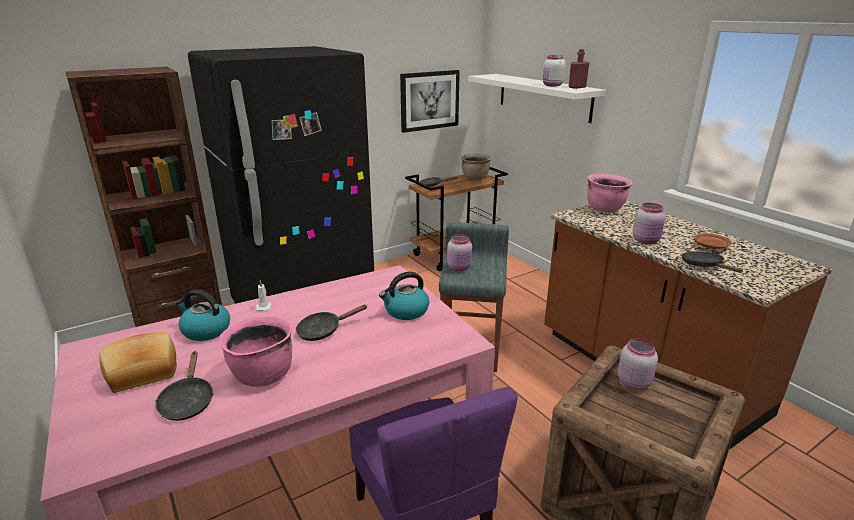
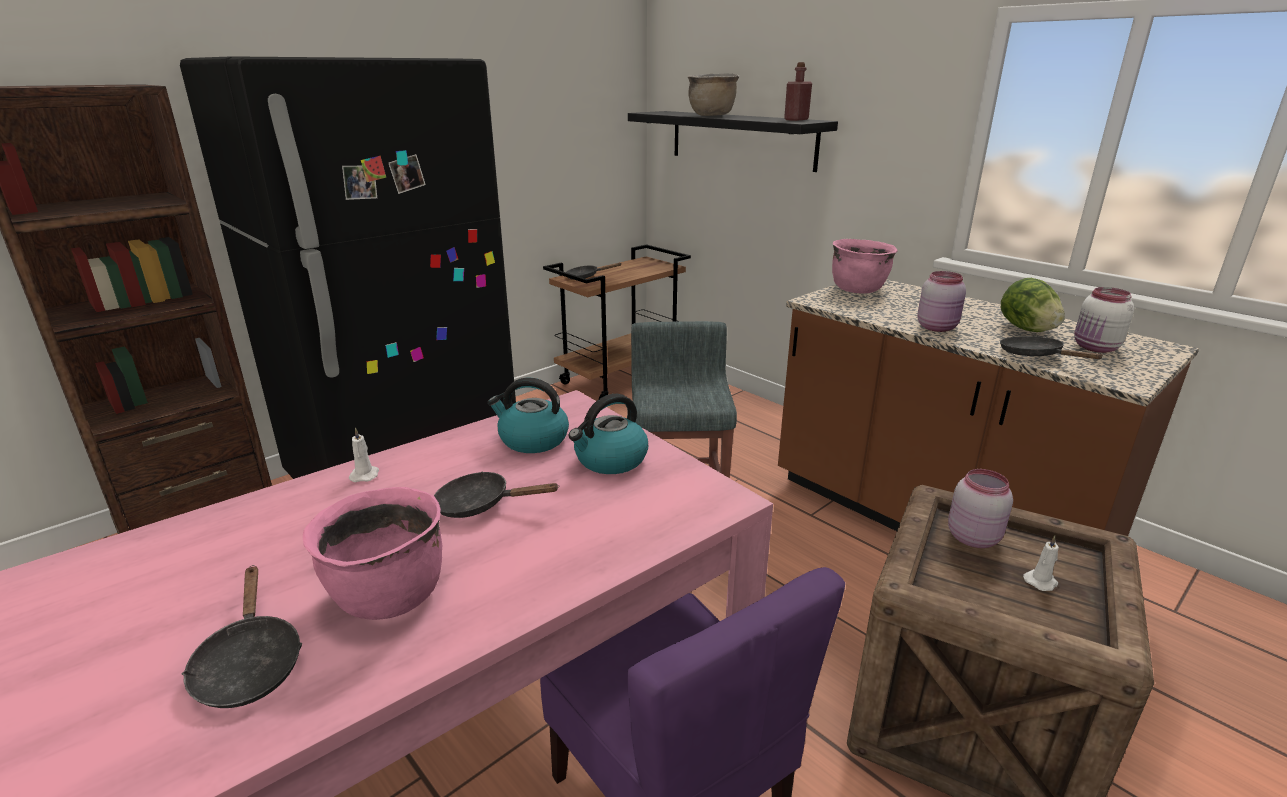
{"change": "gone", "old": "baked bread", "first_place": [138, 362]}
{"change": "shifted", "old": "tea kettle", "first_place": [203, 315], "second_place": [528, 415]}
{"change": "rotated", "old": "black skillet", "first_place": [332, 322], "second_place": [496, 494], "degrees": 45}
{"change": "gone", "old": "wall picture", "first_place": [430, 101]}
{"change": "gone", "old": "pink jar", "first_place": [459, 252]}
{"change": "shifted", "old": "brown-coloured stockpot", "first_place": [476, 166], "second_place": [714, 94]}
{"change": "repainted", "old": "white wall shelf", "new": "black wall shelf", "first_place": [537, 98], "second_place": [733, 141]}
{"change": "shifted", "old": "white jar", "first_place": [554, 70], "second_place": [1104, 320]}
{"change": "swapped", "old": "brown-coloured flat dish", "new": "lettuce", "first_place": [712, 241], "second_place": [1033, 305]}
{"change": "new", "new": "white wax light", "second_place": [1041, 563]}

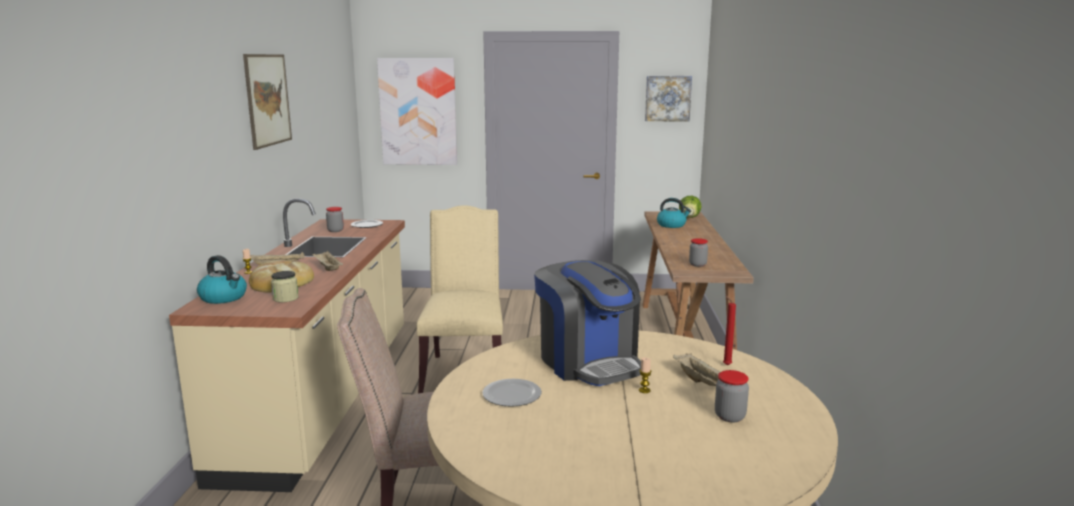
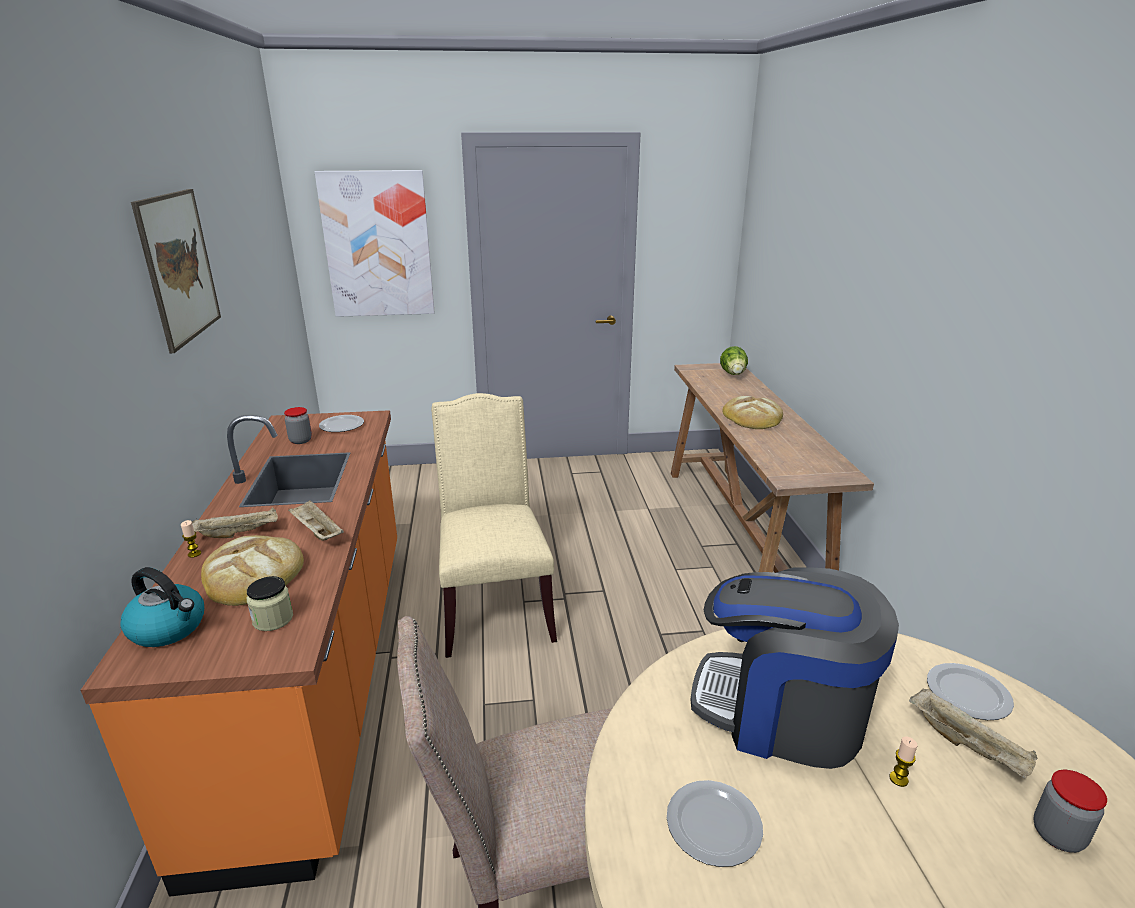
{"change": "repainted", "old": "beige counter", "new": "orange-coloured counter", "first_place": [287, 345], "second_place": [239, 653]}
{"change": "rotated", "old": "coffee brewer", "first_place": [587, 323], "second_place": [795, 668], "degrees": 150}
{"change": "gone", "old": "wall picture", "first_place": [668, 98]}
{"change": "gone", "old": "tea kettle", "first_place": [674, 213]}
{"change": "gone", "old": "jar", "first_place": [698, 252]}
{"change": "swapped", "old": "red wax light", "new": "flat dish", "first_place": [729, 330], "second_place": [970, 691]}
{"change": "new", "new": "baked bread", "second_place": [752, 412]}

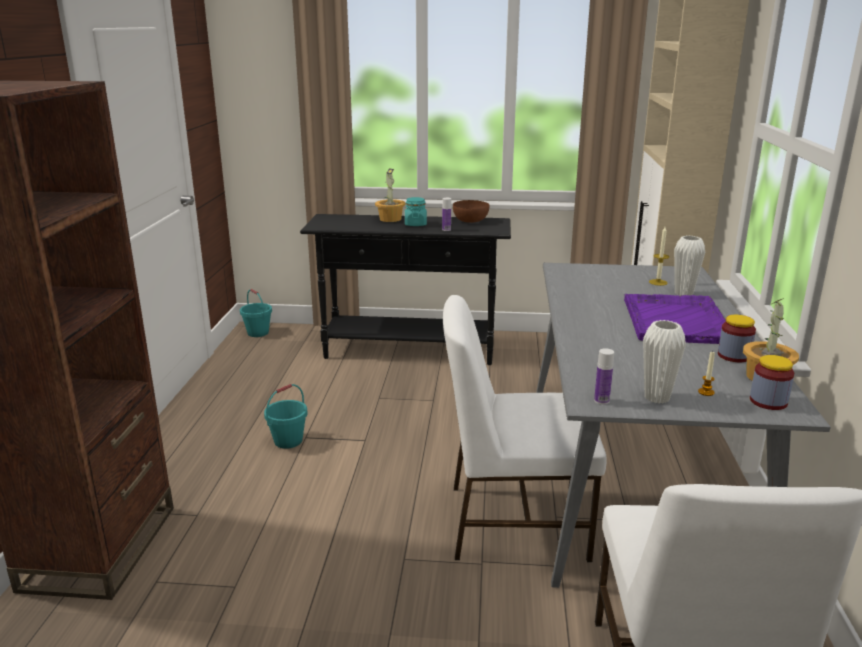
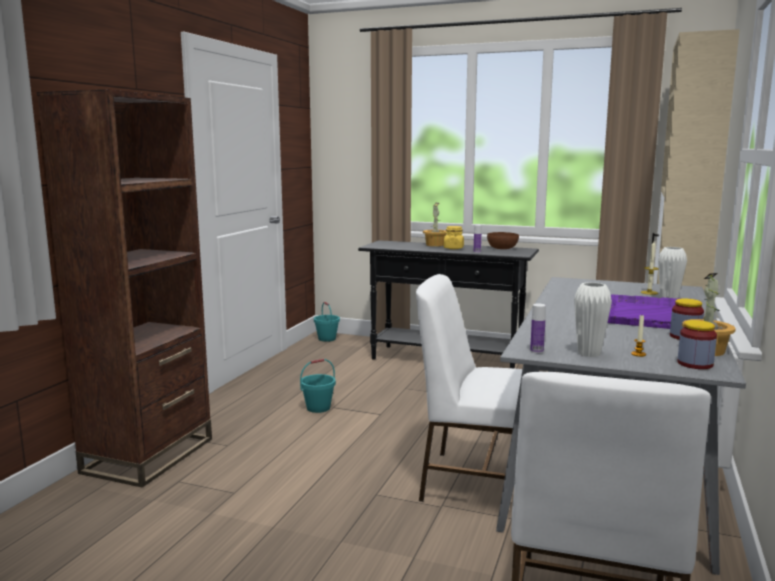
{"change": "repainted", "old": "turquoise-coloured jar", "new": "yellowish jar", "first_place": [416, 211], "second_place": [454, 237]}

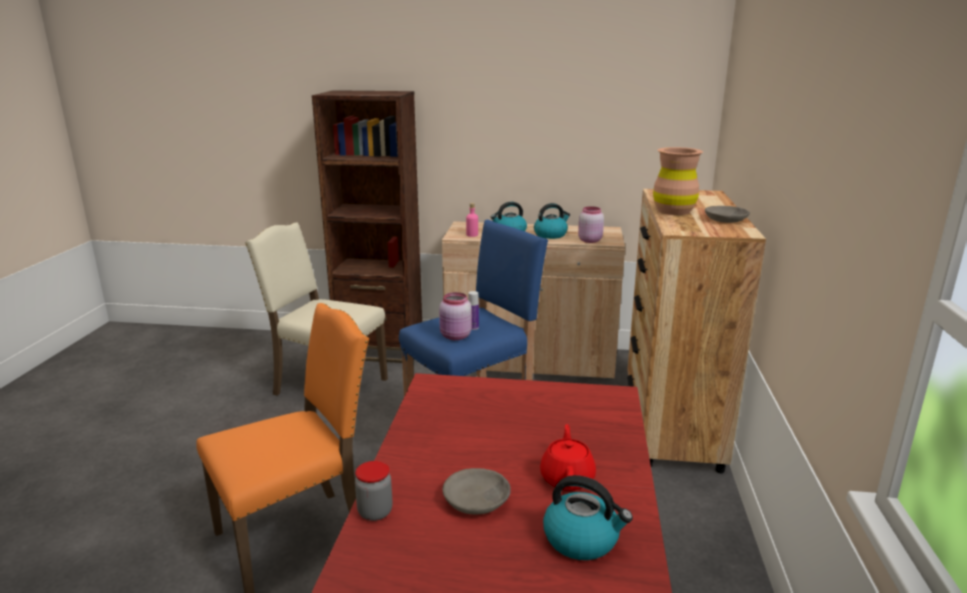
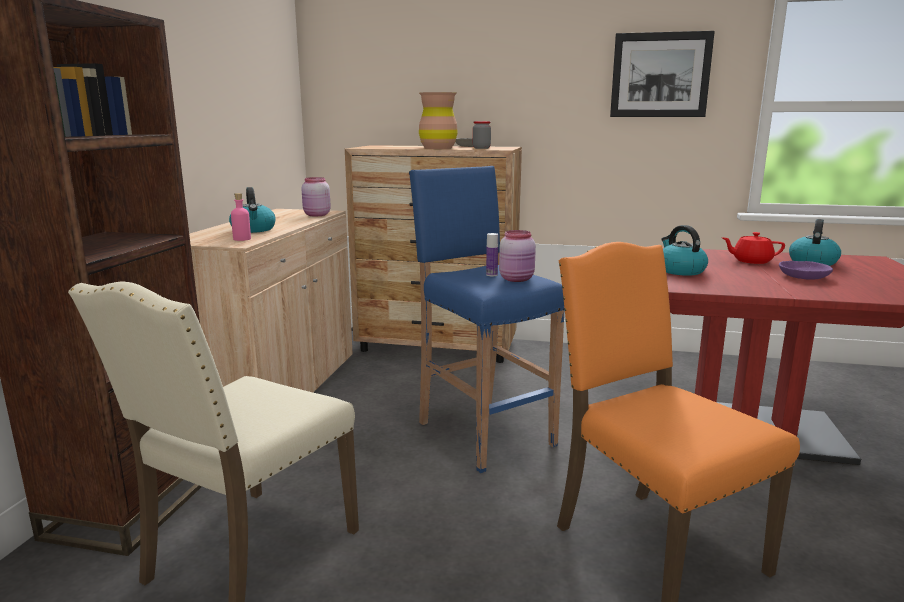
{"change": "shifted", "old": "jar", "first_place": [373, 491], "second_place": [482, 135]}
{"change": "repainted", "old": "grey serving bowl", "new": "purple serving bowl", "first_place": [476, 491], "second_place": [806, 270]}
{"change": "shifted", "old": "tea kettle", "first_place": [552, 221], "second_place": [684, 250]}
{"change": "new", "new": "wall picture", "second_place": [662, 74]}

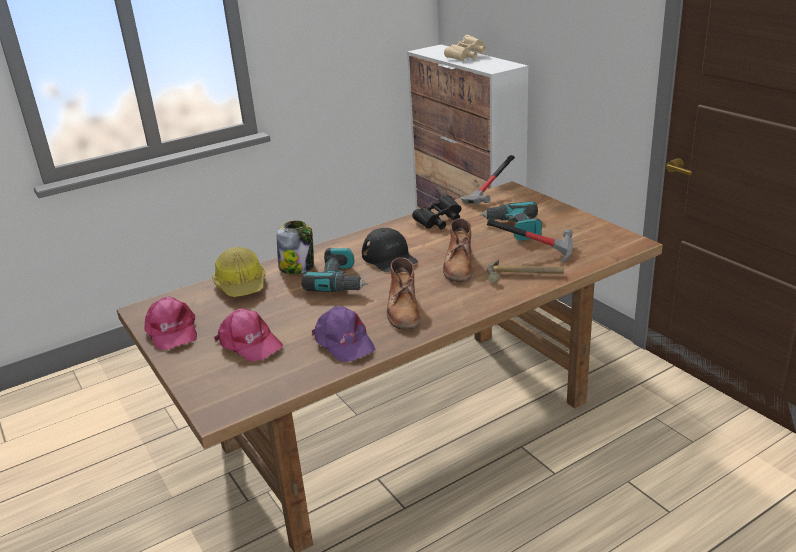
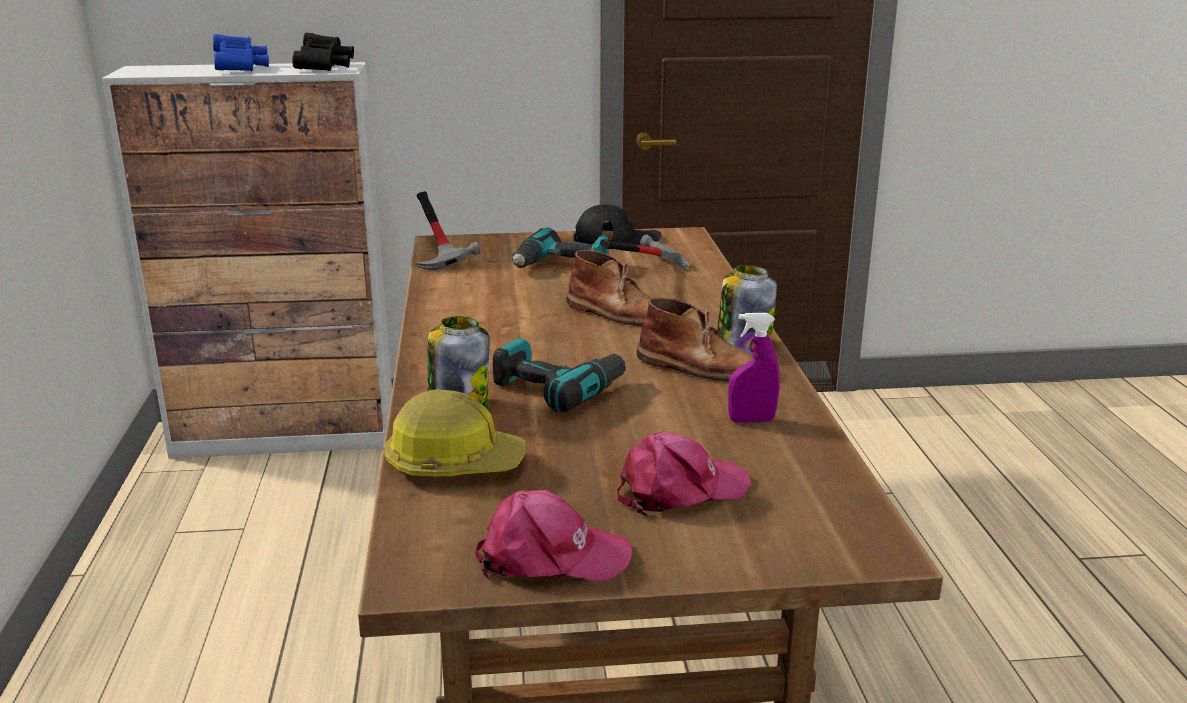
{"change": "swapped", "old": "purple cap", "new": "purple sprayer", "first_place": [344, 334], "second_place": [754, 368]}
{"change": "shifted", "old": "black cap", "first_place": [390, 250], "second_place": [617, 225]}
{"change": "shifted", "old": "black pair of binoculars", "first_place": [437, 211], "second_place": [323, 52]}
{"change": "repainted", "old": "beige pair of binoculars", "new": "bluish pair of binoculars", "first_place": [465, 48], "second_place": [241, 52]}
{"change": "gone", "old": "hammer", "first_place": [525, 271]}
{"change": "new", "new": "jar", "second_place": [747, 310]}

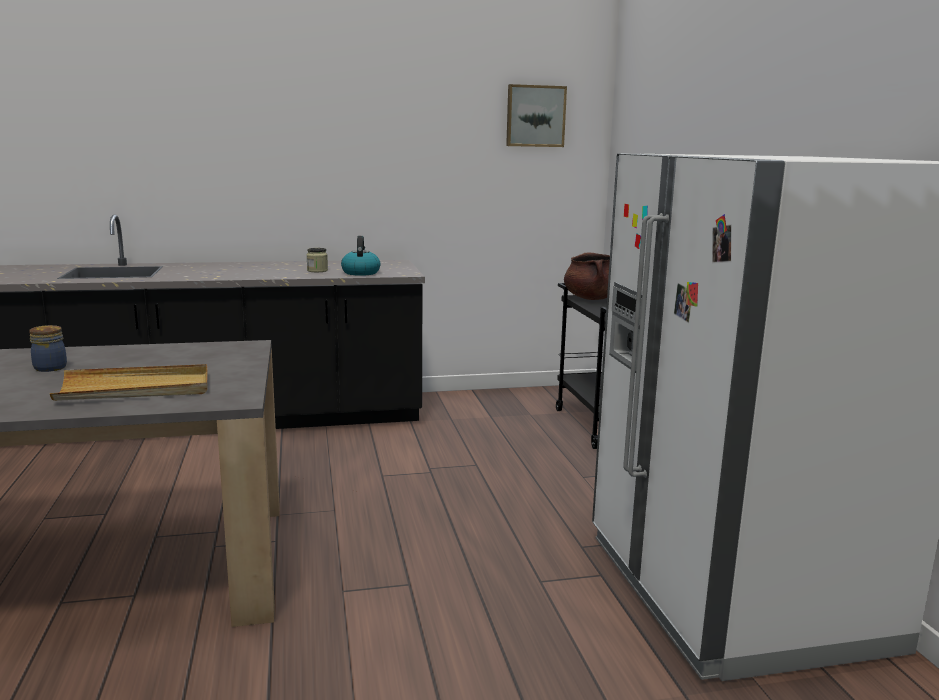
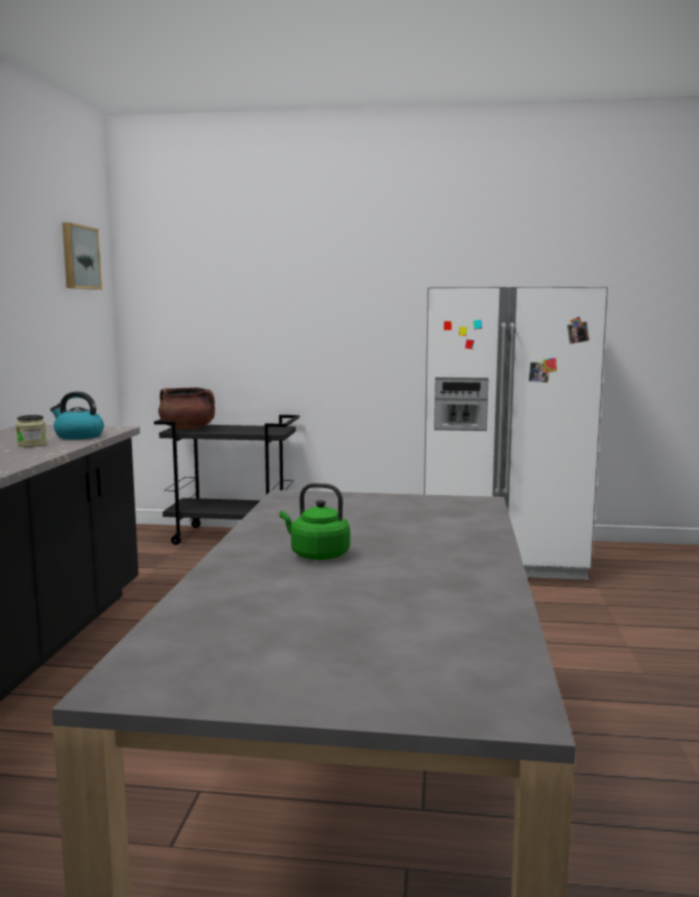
{"change": "swapped", "old": "jar", "new": "green tea kettle", "first_place": [48, 348], "second_place": [315, 521]}
{"change": "gone", "old": "beige tray", "first_place": [129, 382]}

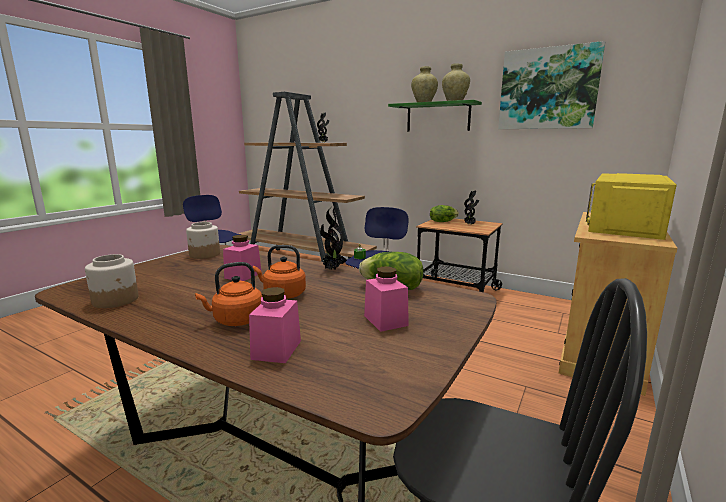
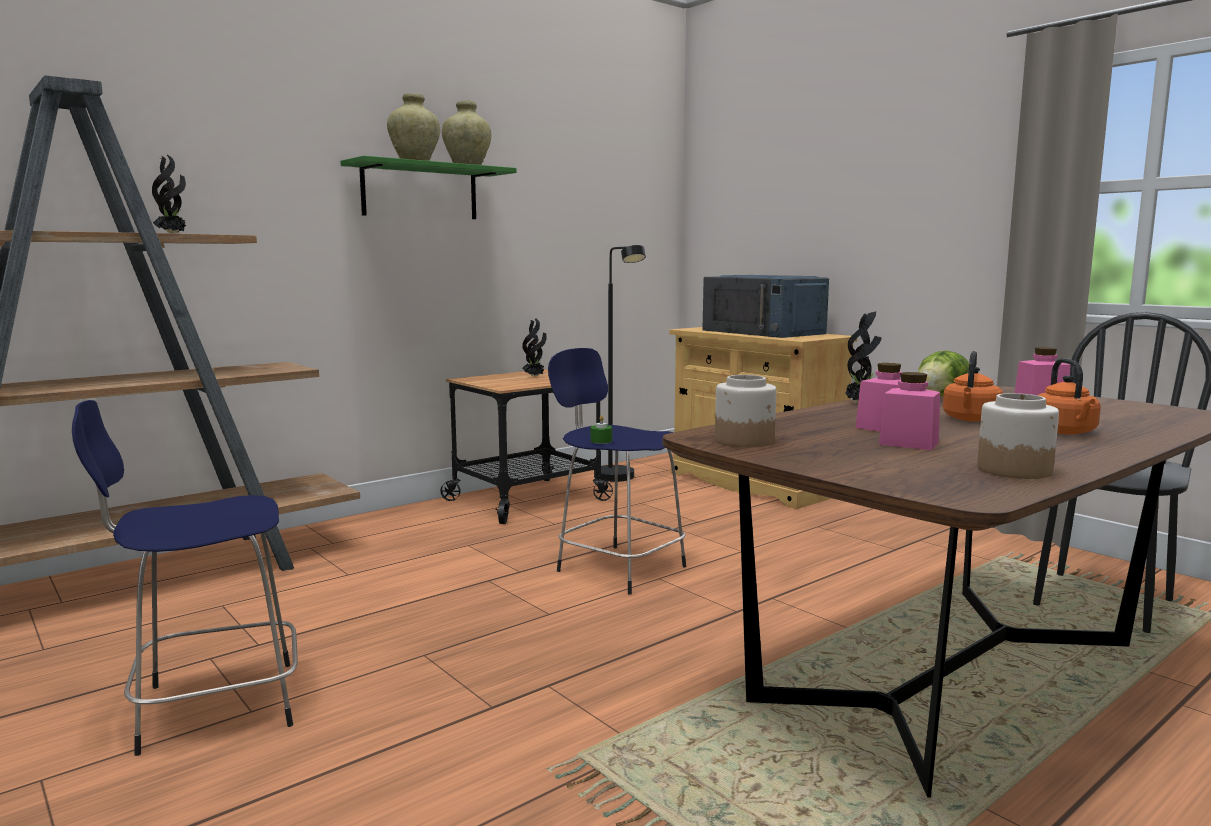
{"change": "shifted", "old": "pink jar", "first_place": [275, 325], "second_place": [909, 411]}
{"change": "gone", "old": "lettuce", "first_place": [444, 213]}
{"change": "gone", "old": "wall picture", "first_place": [551, 85]}
{"change": "repainted", "old": "yellowish kitchen microwave", "new": "bluish kitchen microwave", "first_place": [631, 206], "second_place": [765, 306]}
{"change": "new", "new": "black floor lamp", "second_place": [620, 363]}

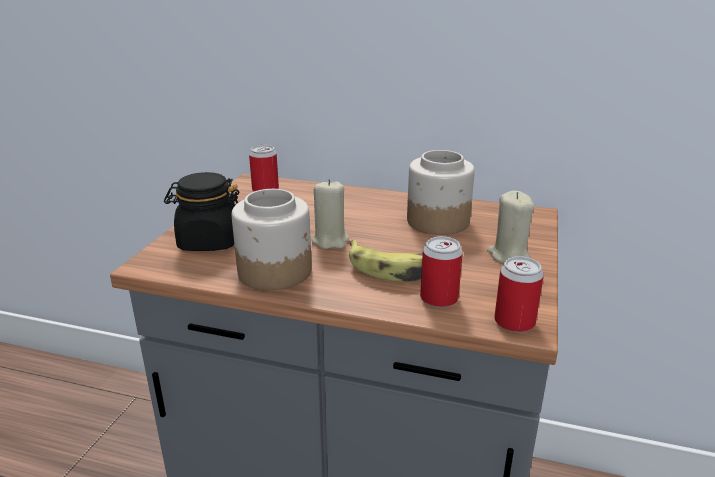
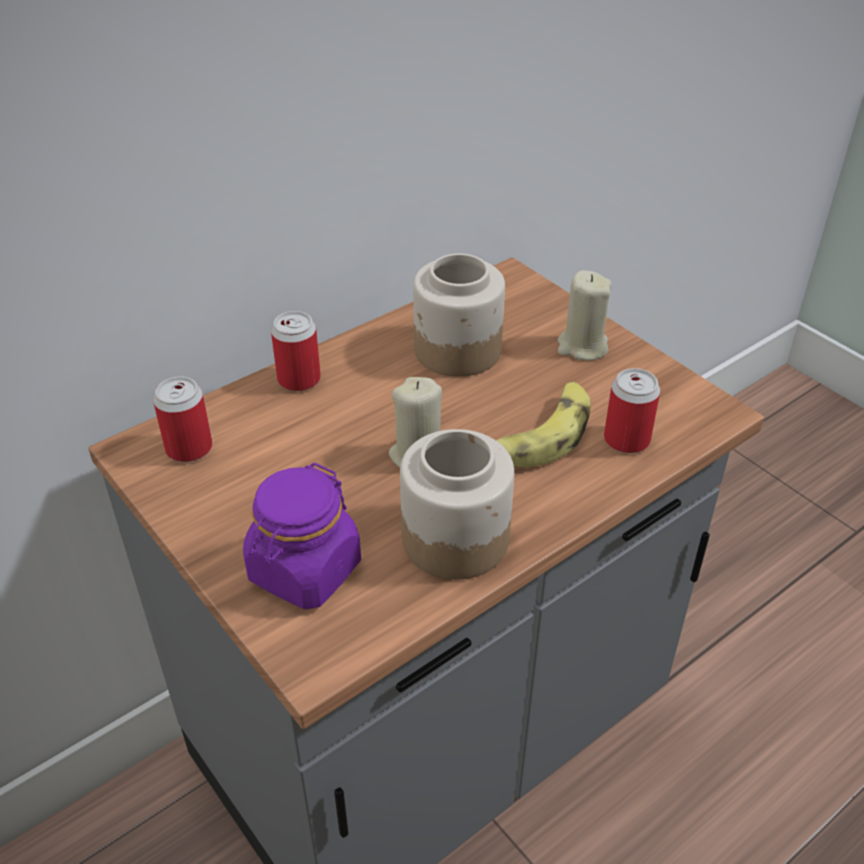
{"change": "repainted", "old": "black jar", "new": "purple jar", "first_place": [201, 211], "second_place": [302, 536]}
{"change": "shifted", "old": "can", "first_place": [519, 294], "second_place": [296, 351]}

